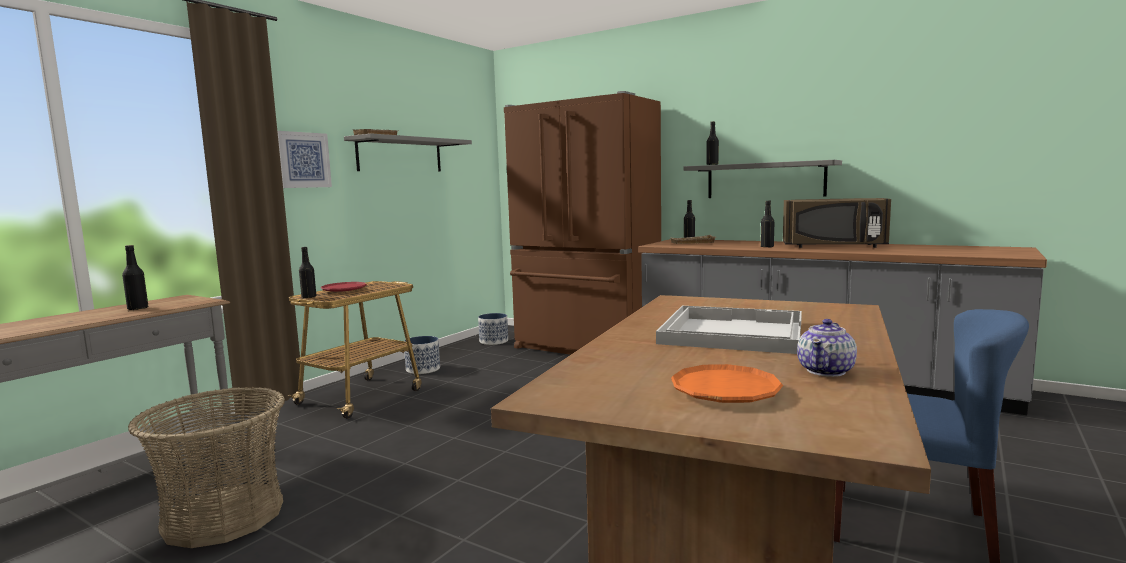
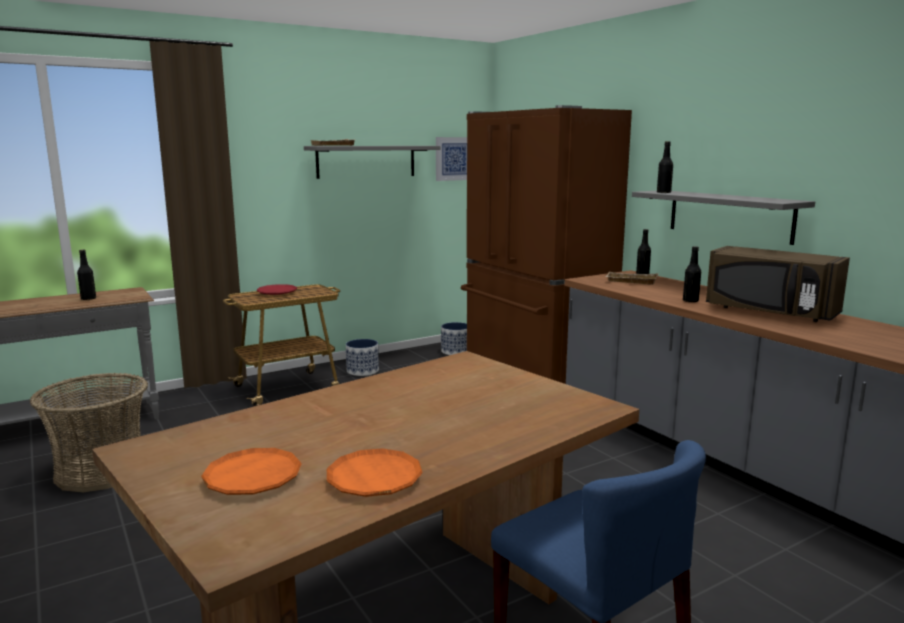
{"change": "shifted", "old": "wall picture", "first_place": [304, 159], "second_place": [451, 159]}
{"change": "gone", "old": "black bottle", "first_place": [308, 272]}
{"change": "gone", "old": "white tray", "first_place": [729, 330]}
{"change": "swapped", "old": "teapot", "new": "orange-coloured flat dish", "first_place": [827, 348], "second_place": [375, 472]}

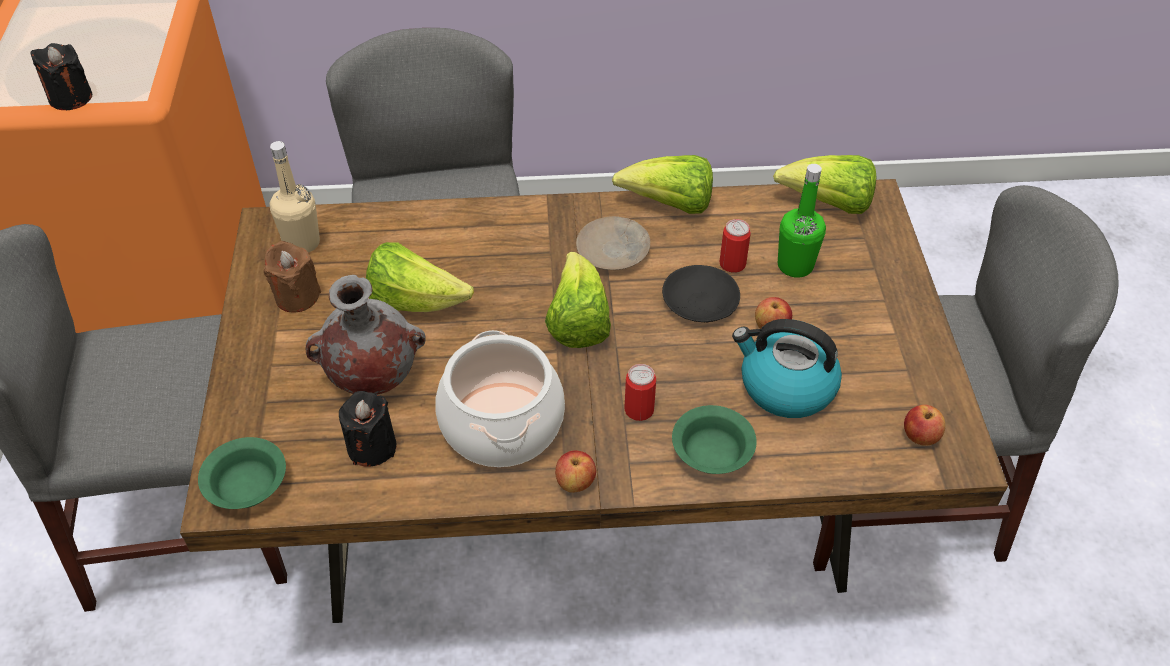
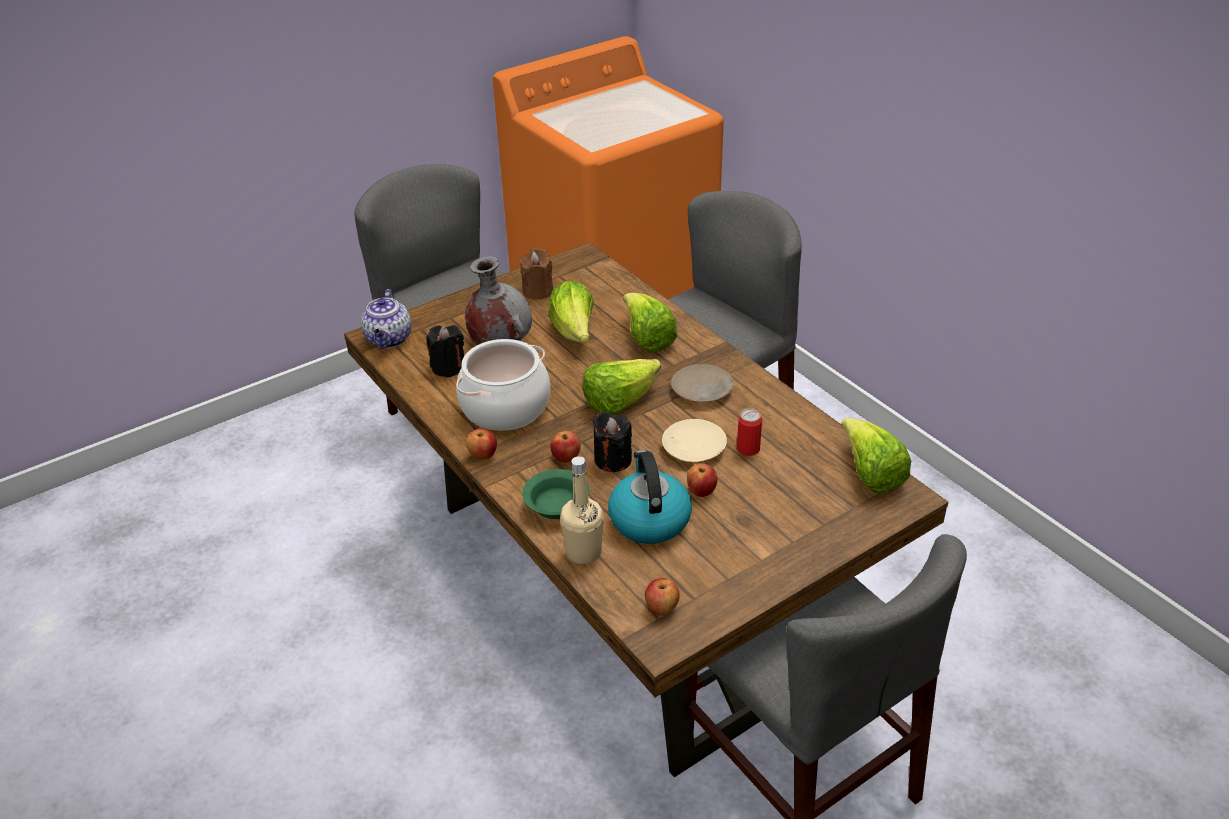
{"change": "shifted", "old": "black wax light", "first_place": [61, 76], "second_place": [612, 441]}
{"change": "swapped", "old": "green serving bowl", "new": "teapot", "first_place": [242, 473], "second_place": [386, 319]}
{"change": "shifted", "old": "beige bottle", "first_place": [295, 197], "second_place": [582, 510]}
{"change": "shifted", "old": "lettuce", "first_place": [662, 184], "second_place": [650, 323]}
{"change": "swapped", "old": "can", "new": "apple fruit", "first_place": [640, 392], "second_place": [565, 447]}
{"change": "repainted", "old": "black flat dish", "new": "beige flat dish", "first_place": [701, 294], "second_place": [694, 440]}
{"change": "gone", "old": "green bottle", "first_place": [802, 220]}

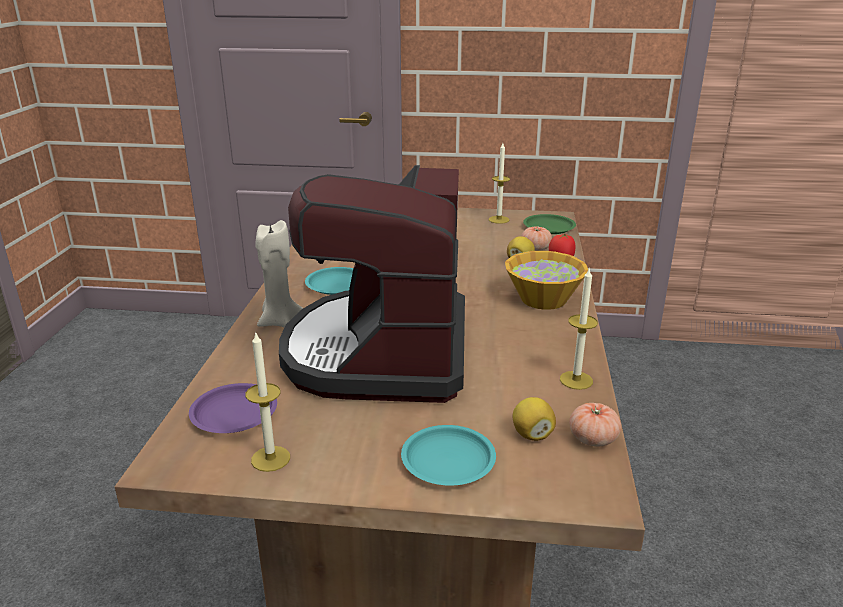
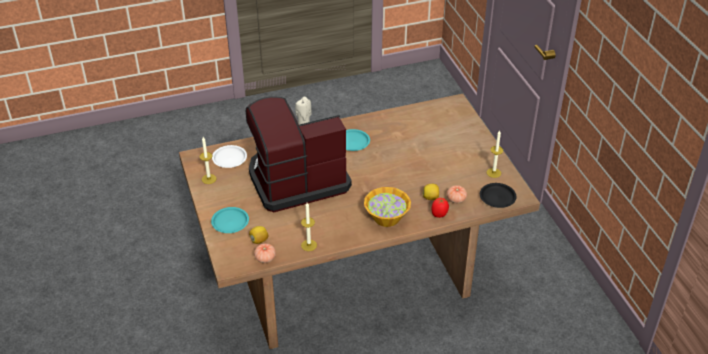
{"change": "repainted", "old": "purple flat dish", "new": "white flat dish", "first_place": [233, 408], "second_place": [229, 156]}
{"change": "repainted", "old": "green flat dish", "new": "black flat dish", "first_place": [549, 224], "second_place": [498, 195]}

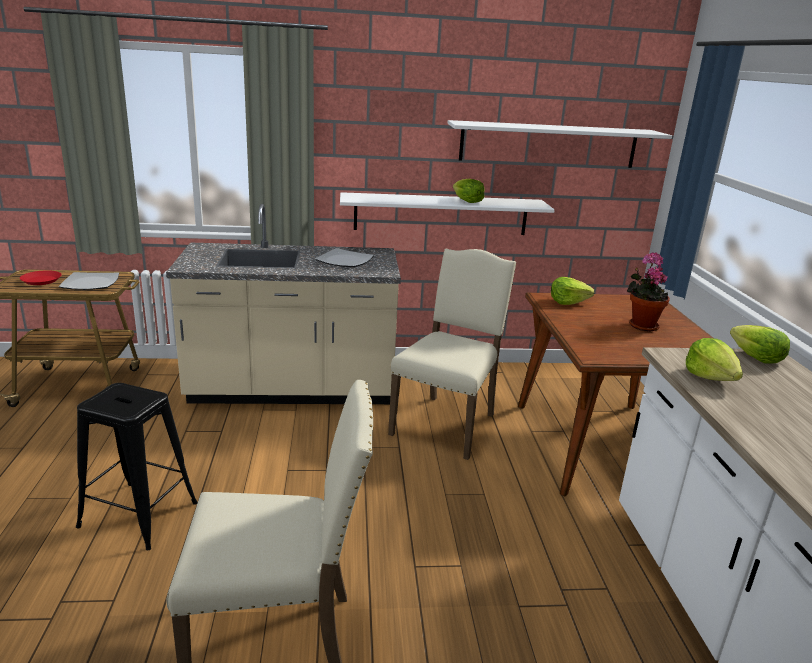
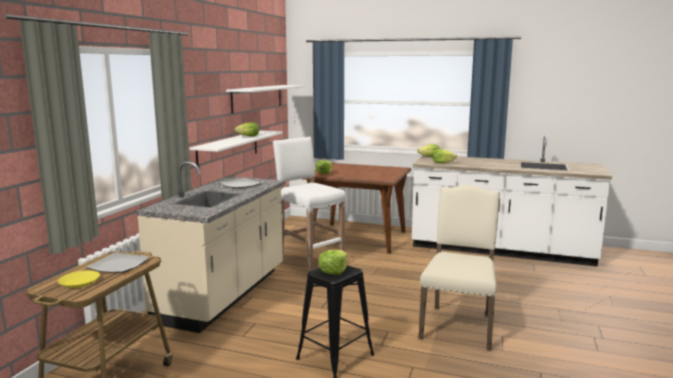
{"change": "repainted", "old": "red flat dish", "new": "yellowish flat dish", "first_place": [41, 277], "second_place": [79, 279]}
{"change": "swapped", "old": "beige upright chair", "new": "white stool", "first_place": [452, 354], "second_place": [309, 204]}
{"change": "gone", "old": "potted plant", "first_place": [648, 292]}
{"change": "new", "new": "lettuce", "second_place": [332, 262]}

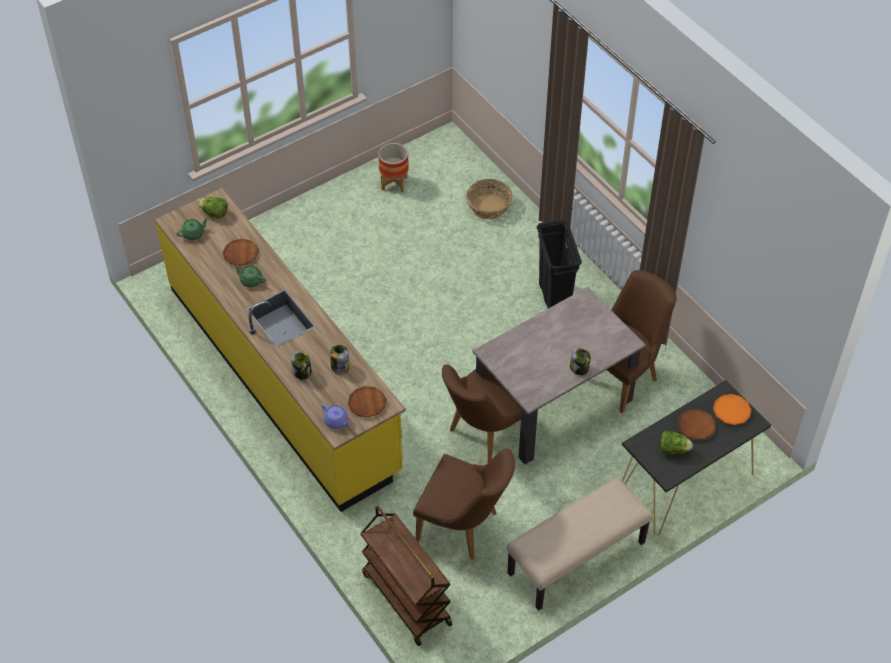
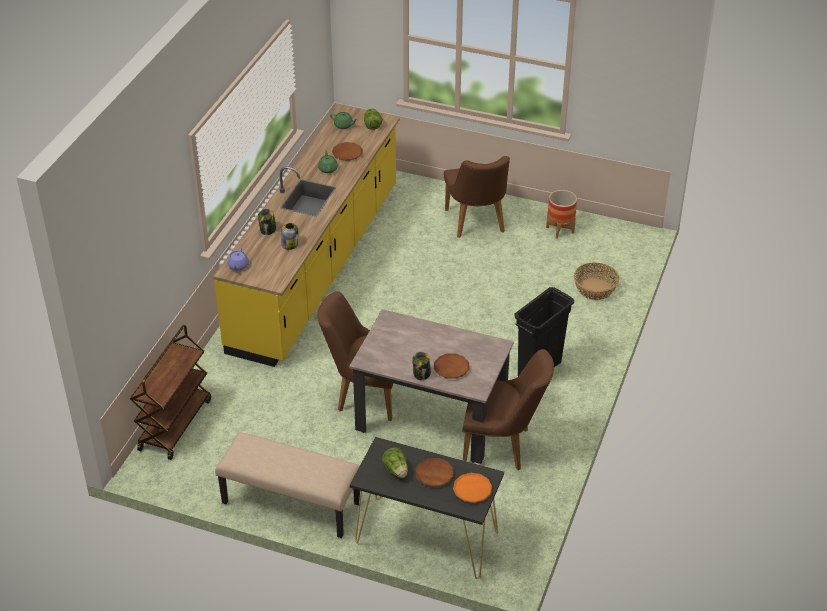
{"change": "shifted", "old": "brown-coloured flat dish", "first_place": [367, 401], "second_place": [451, 366]}
{"change": "shifted", "old": "brown-coloured upright chair", "first_place": [464, 504], "second_place": [477, 197]}

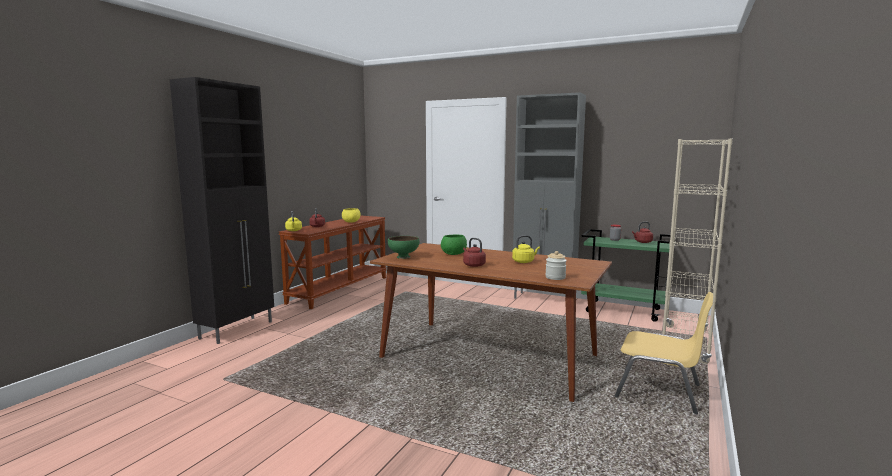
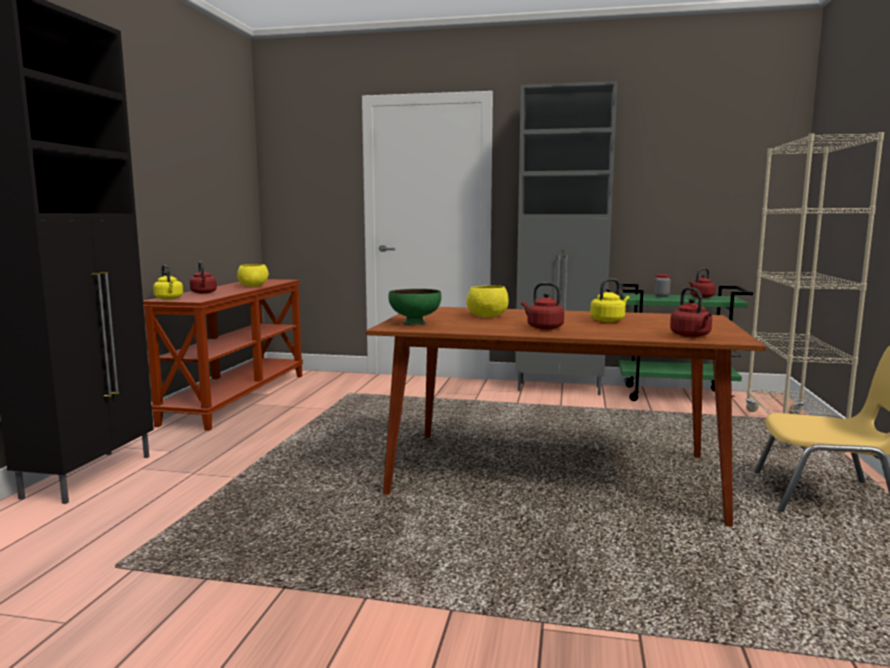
{"change": "repainted", "old": "green serving bowl", "new": "yellowish serving bowl", "first_place": [454, 245], "second_place": [487, 301]}
{"change": "swapped", "old": "jar", "new": "red tea kettle", "first_place": [556, 265], "second_place": [691, 312]}

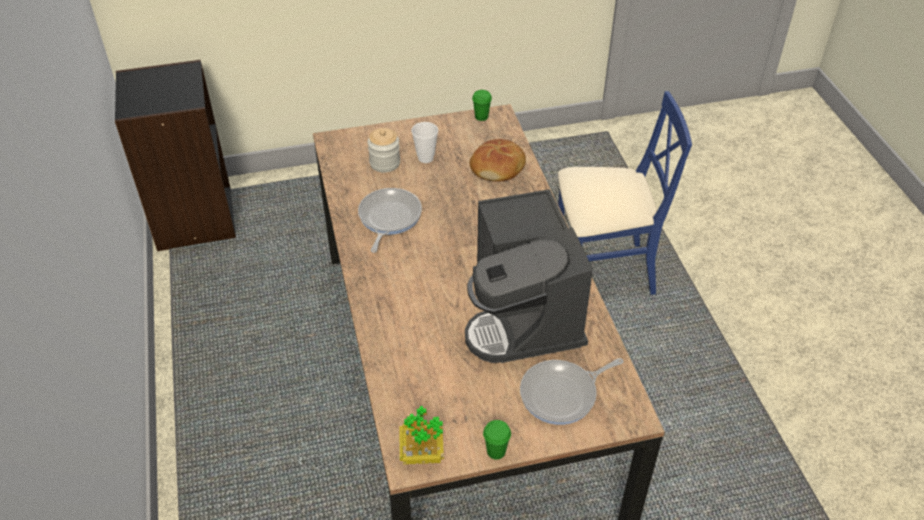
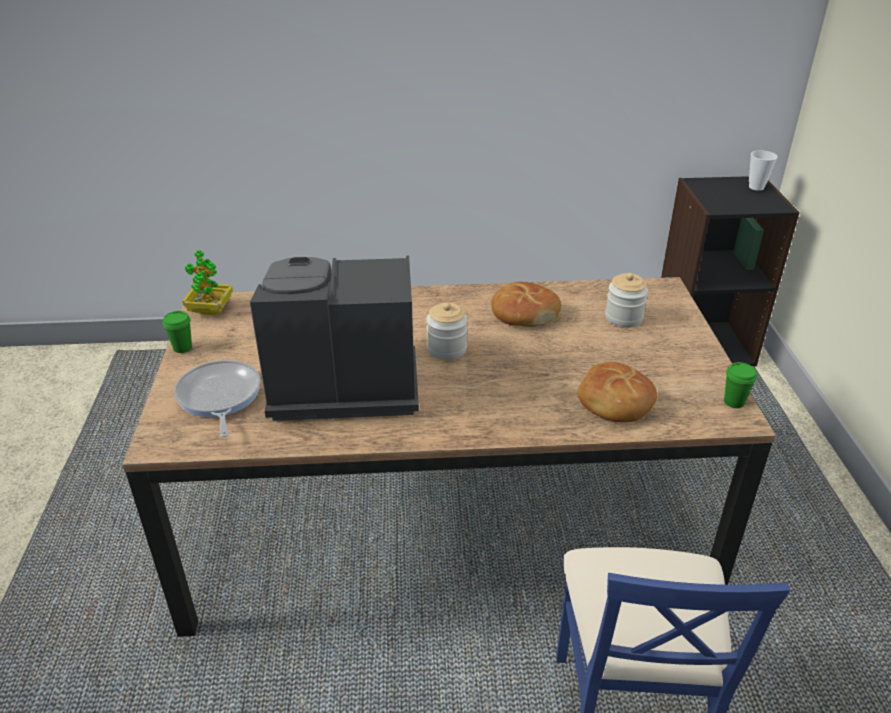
{"change": "swapped", "old": "skillet", "new": "baked bread", "first_place": [390, 220], "second_place": [526, 304]}
{"change": "shifted", "old": "small cup", "first_place": [424, 142], "second_place": [763, 171]}
{"change": "new", "new": "jar", "second_place": [447, 331]}

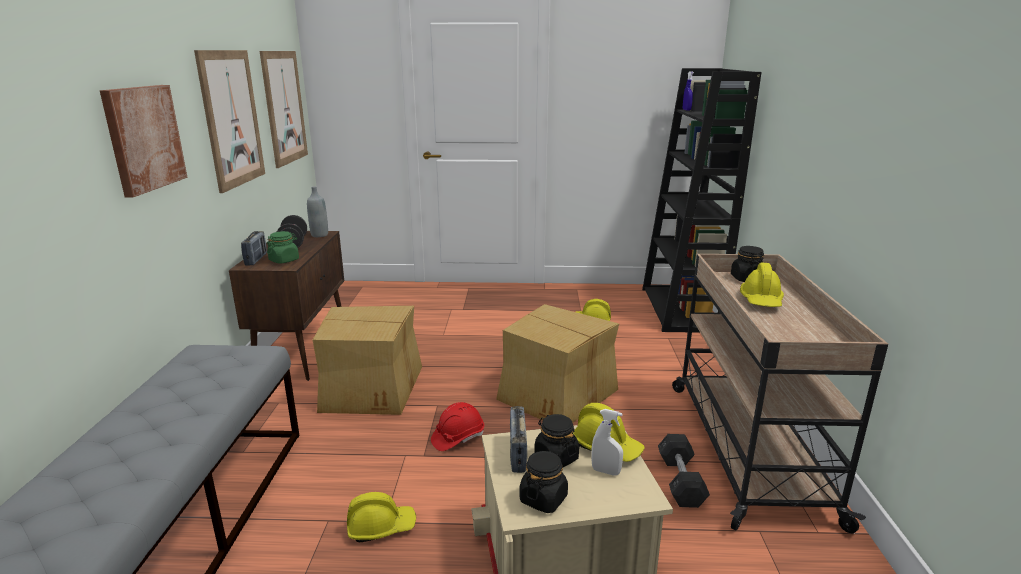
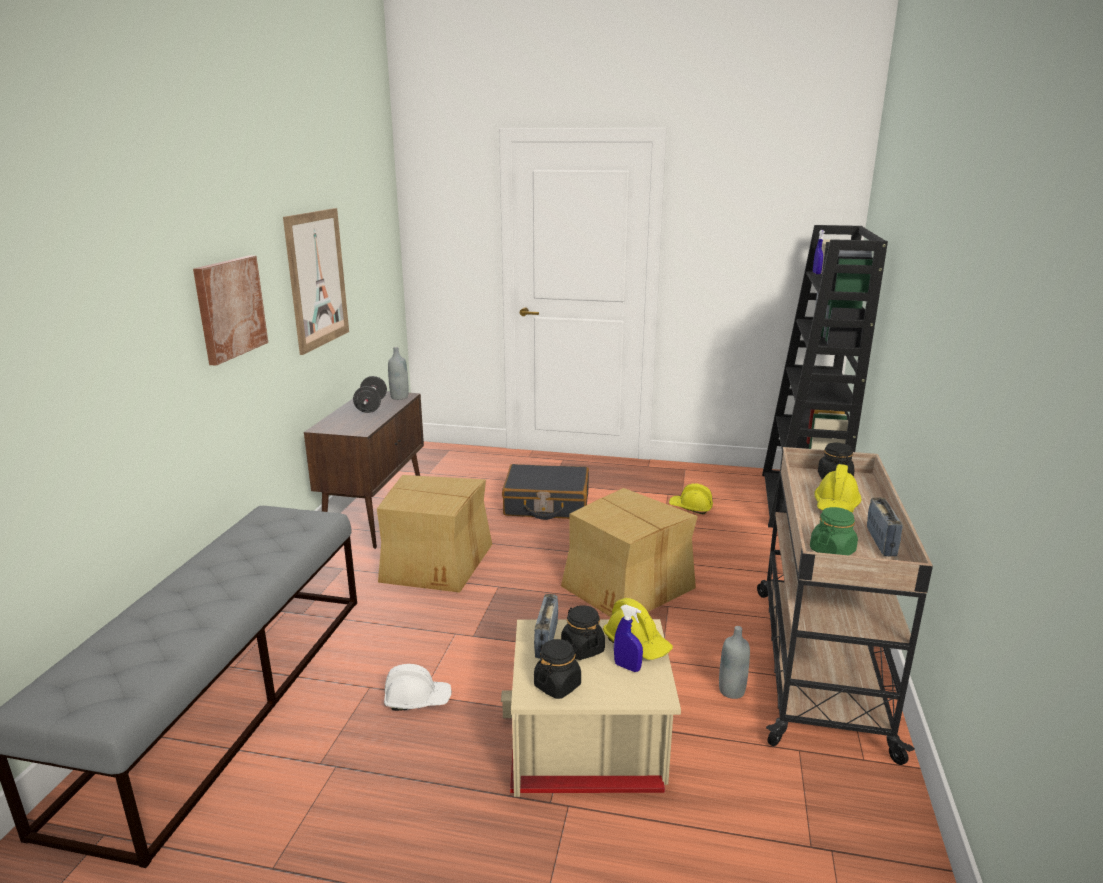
{"change": "shifted", "old": "radio", "first_place": [254, 248], "second_place": [885, 527]}
{"change": "gone", "old": "wall picture", "first_place": [284, 109]}
{"change": "shifted", "old": "green jar", "first_place": [283, 247], "second_place": [834, 531]}
{"change": "repainted", "old": "yellowish hard hat", "new": "white hard hat", "first_place": [381, 517], "second_place": [418, 687]}
{"change": "gone", "old": "red hard hat", "first_place": [457, 426]}
{"change": "repainted", "old": "white sprayer", "new": "bluish sprayer", "first_place": [607, 442], "second_place": [628, 638]}
{"change": "swapped", "old": "grey dumbbell", "new": "grey bottle", "first_place": [684, 471], "second_place": [734, 662]}
{"change": "new", "new": "black suitcase", "second_place": [545, 492]}

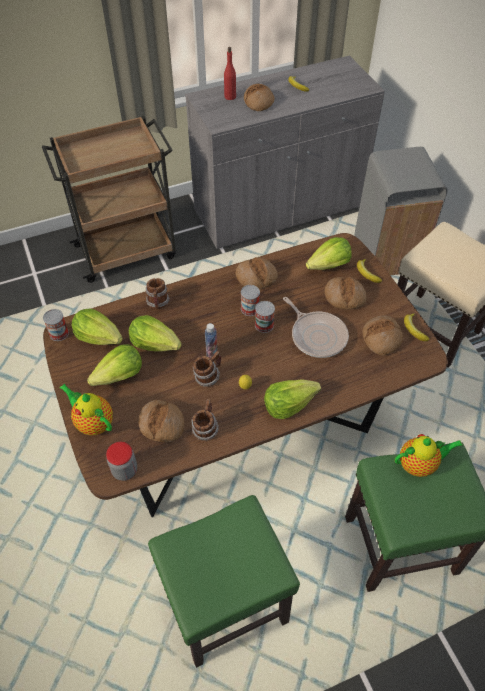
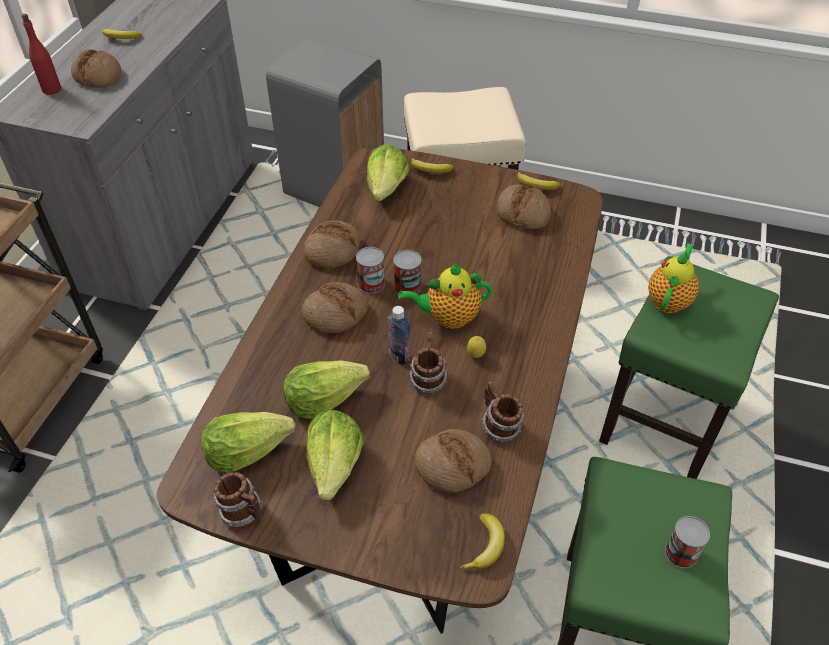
{"change": "shifted", "old": "can", "first_place": [56, 325], "second_place": [687, 542]}
{"change": "shifted", "old": "teapot", "first_place": [86, 409], "second_place": [445, 296]}
{"change": "swapped", "old": "jar", "new": "banana fruit", "first_place": [121, 461], "second_place": [482, 541]}
{"change": "shifted", "old": "coffee mug", "first_place": [158, 293], "second_place": [238, 500]}
{"change": "gone", "old": "lettuce", "first_place": [292, 399]}
{"change": "gone", "old": "skillet", "first_place": [316, 327]}
{"change": "shifted", "old": "baked bread", "first_place": [345, 293], "second_place": [335, 307]}

